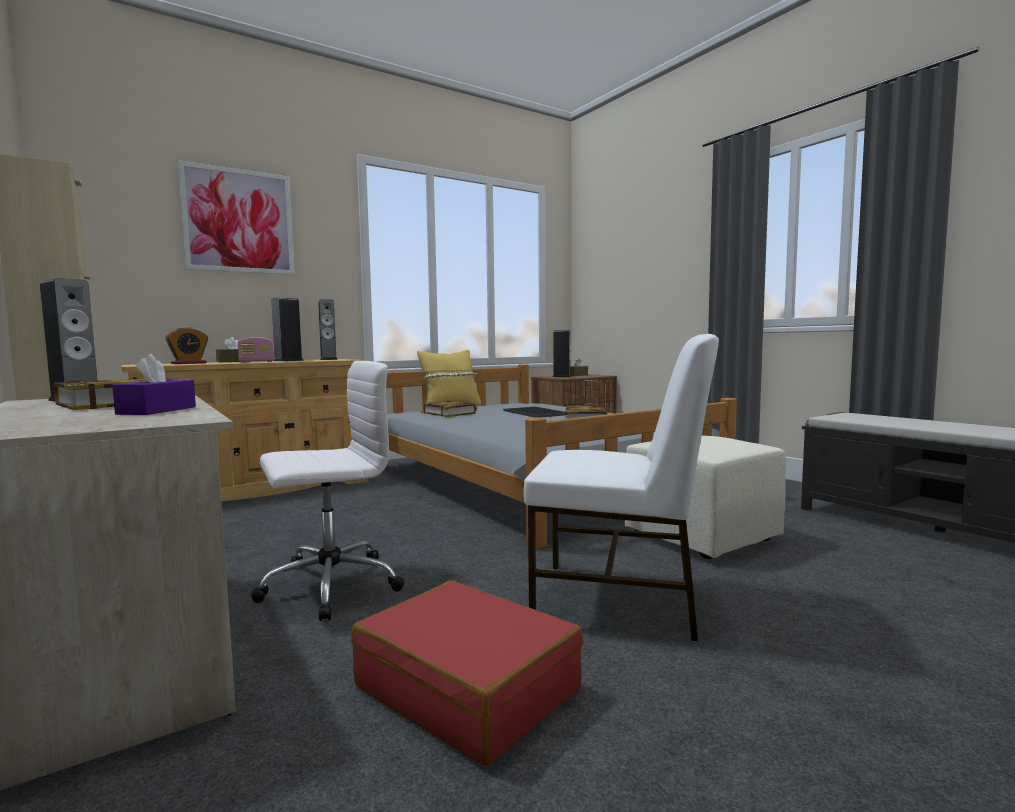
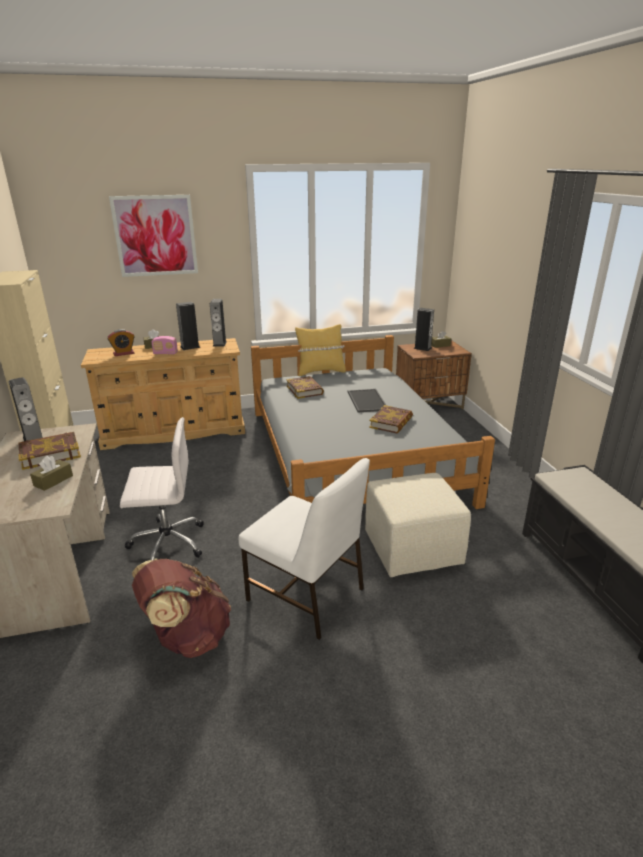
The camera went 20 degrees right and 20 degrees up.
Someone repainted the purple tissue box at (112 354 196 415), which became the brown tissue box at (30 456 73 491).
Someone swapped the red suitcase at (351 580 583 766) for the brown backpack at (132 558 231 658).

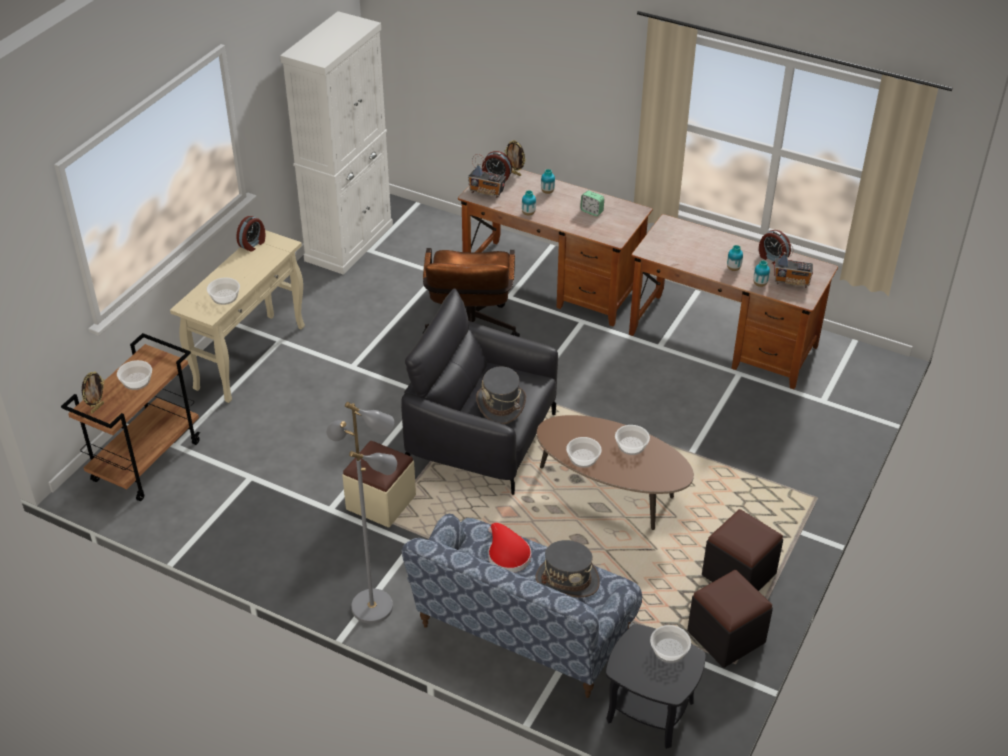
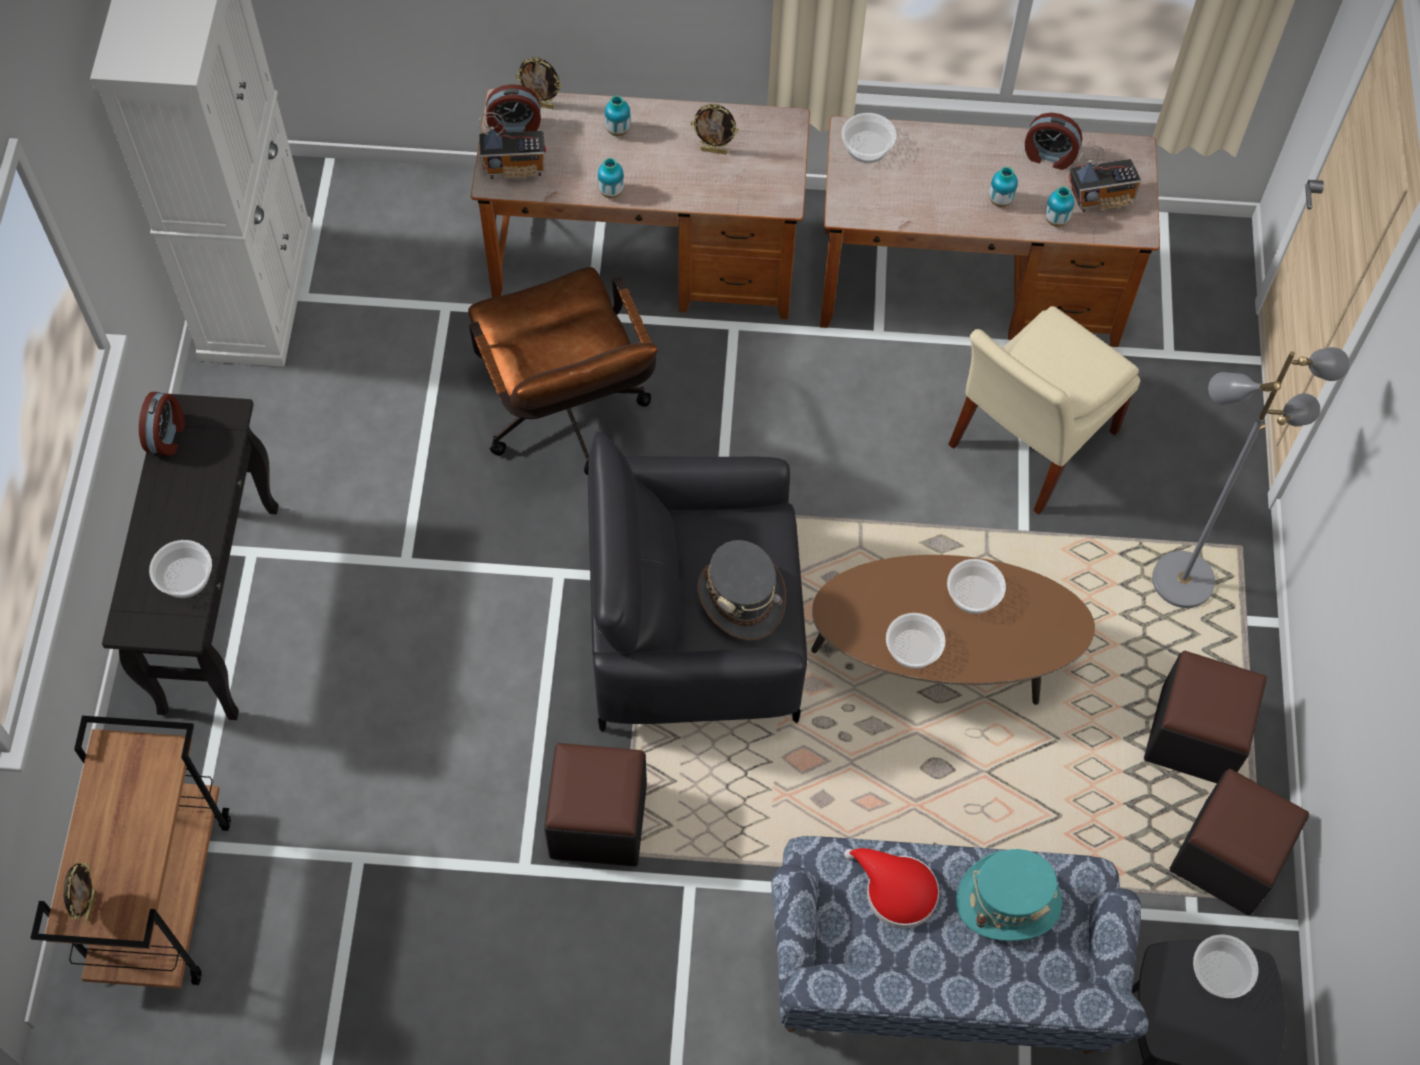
The camera went 25 degrees left and 20 degrees up.
Someone swapped the alarm clock at (580 191 604 216) for the picture frame at (691 104 739 154).
Someone repainted the beige console table at (170 230 305 403), which became the black console table at (102 393 279 720).
Someone carried the bowl from (117 360 152 390) to (842 113 896 163).
Someone carried the grey floor lamp from (326 402 397 624) to (1152 347 1350 608).
Someone repainted the beige ottoman at (342 441 416 527), which became the black ottoman at (544 743 647 866).
Someone repainted the grey hat at (536 540 600 598), which became the turquoise hat at (956 849 1062 941).
Someone put down the beige chair at (948 306 1140 515).

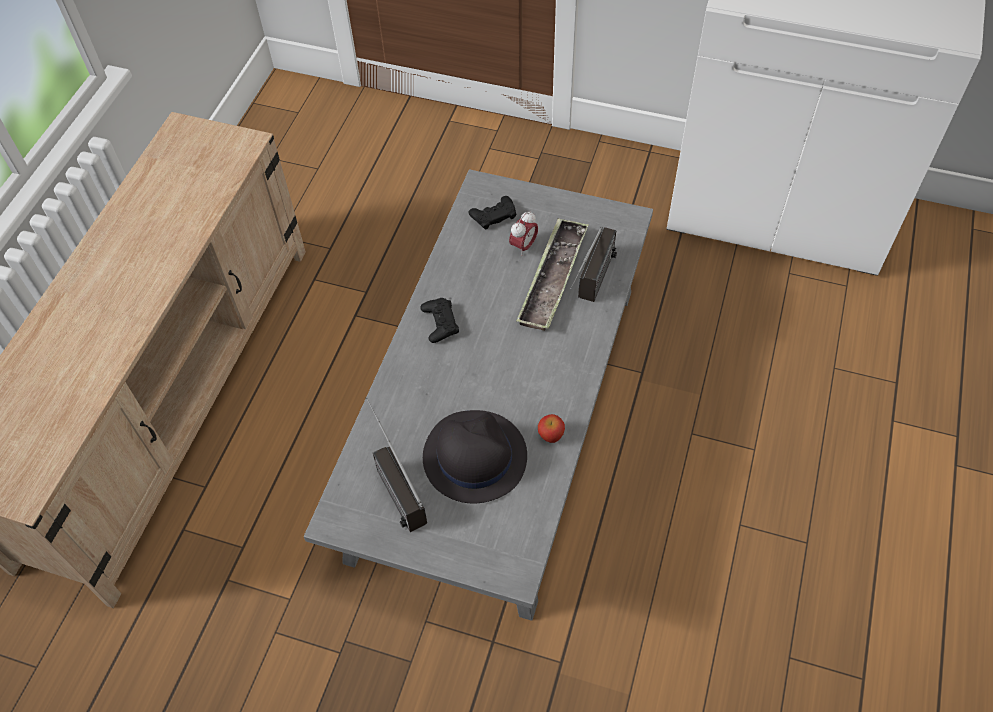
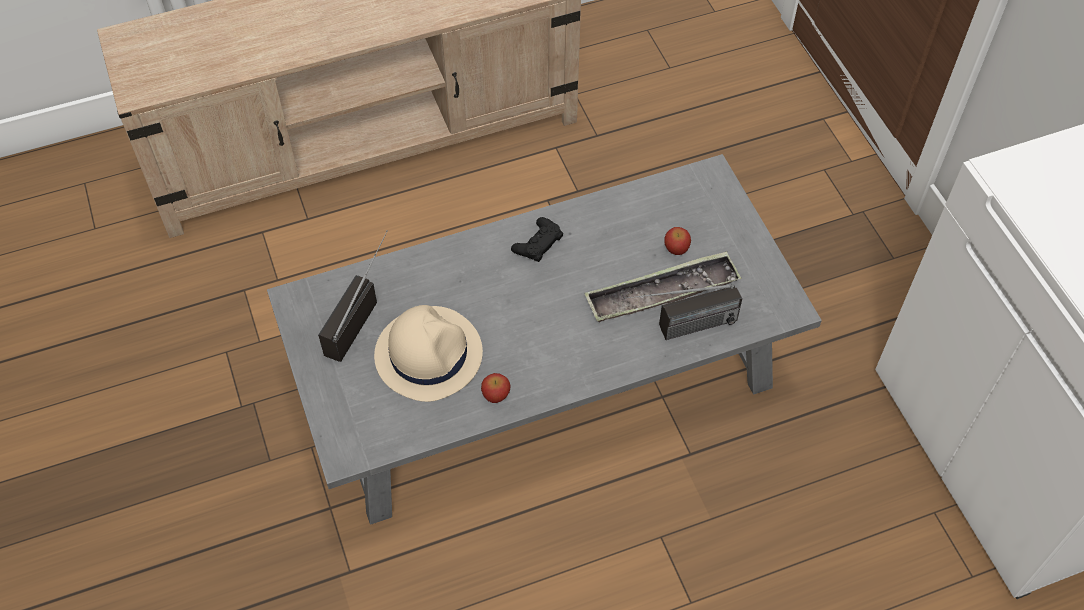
The camera went 50 degrees right and 0 degrees up.
Someone took away the black game controller at (469 196 516 229).
Someone swapped the alarm clock at (509 211 538 256) for the apple at (664 227 691 255).
Someone repainted the black hat at (423 410 527 503), which became the beige hat at (374 305 483 402).

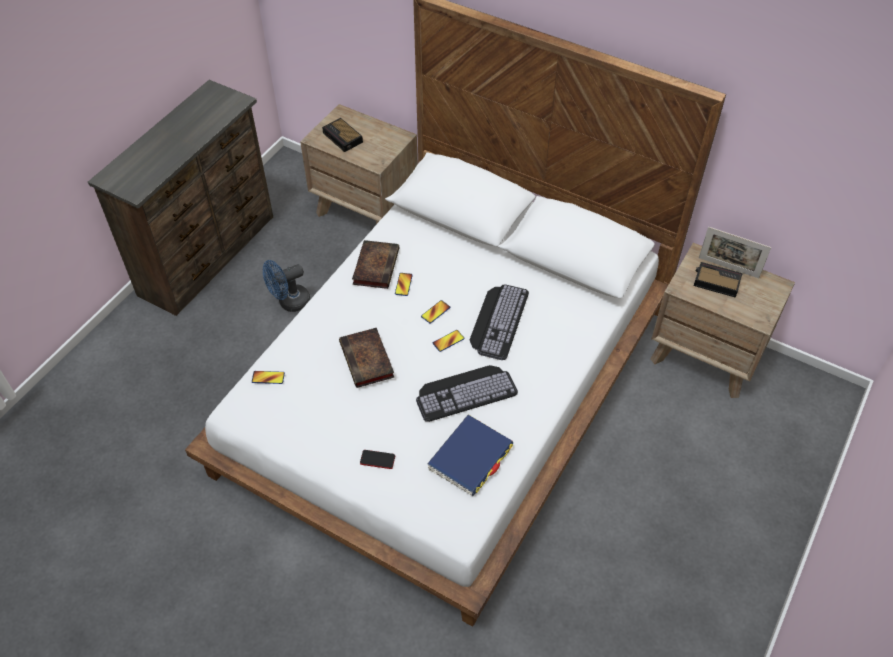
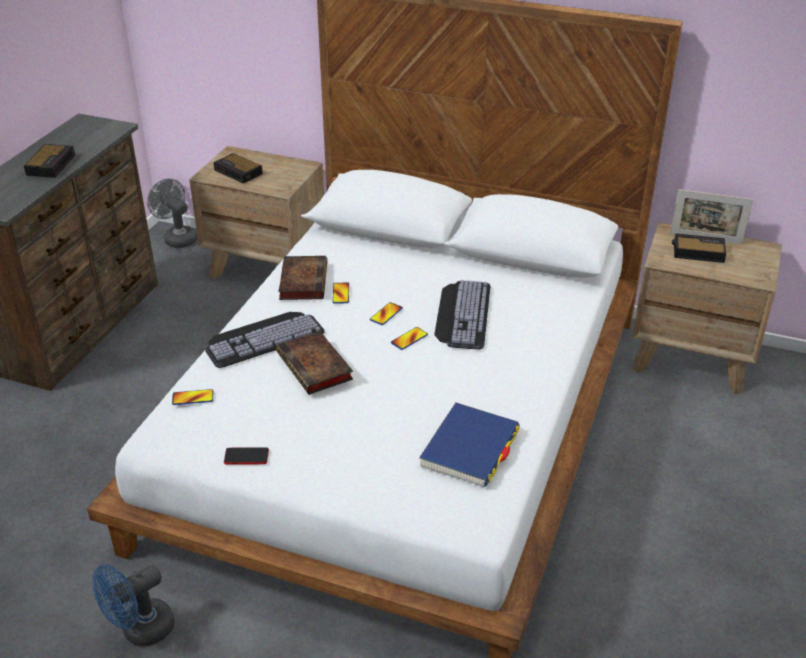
The camera went 10 degrees left and 15 degrees down.
Someone carried the blue fan from (263 260 310 312) to (93 564 175 646).
Someone carried the keyboard from (416 365 518 422) to (205 312 324 368).
Someone carried the phone from (360 450 395 469) to (224 447 269 465).
Someone put down the alarm clock at (24 144 75 178).
Someone put down the grey fan at (147 178 197 248).

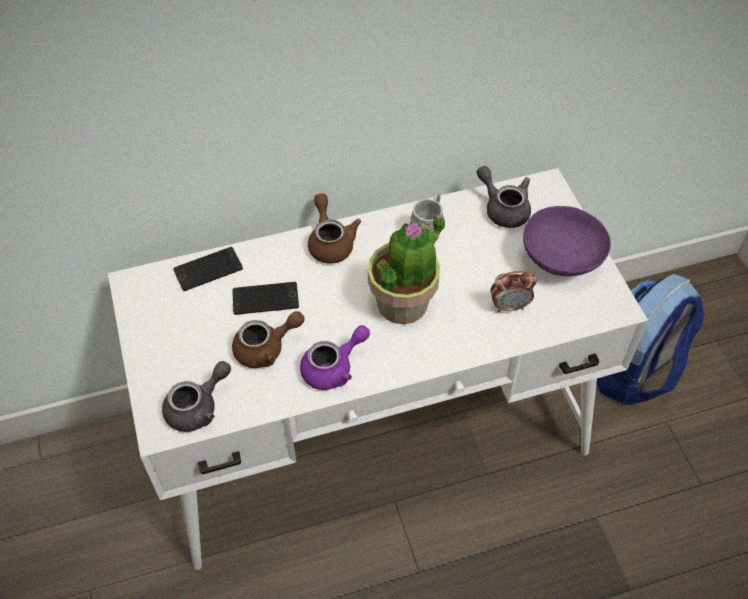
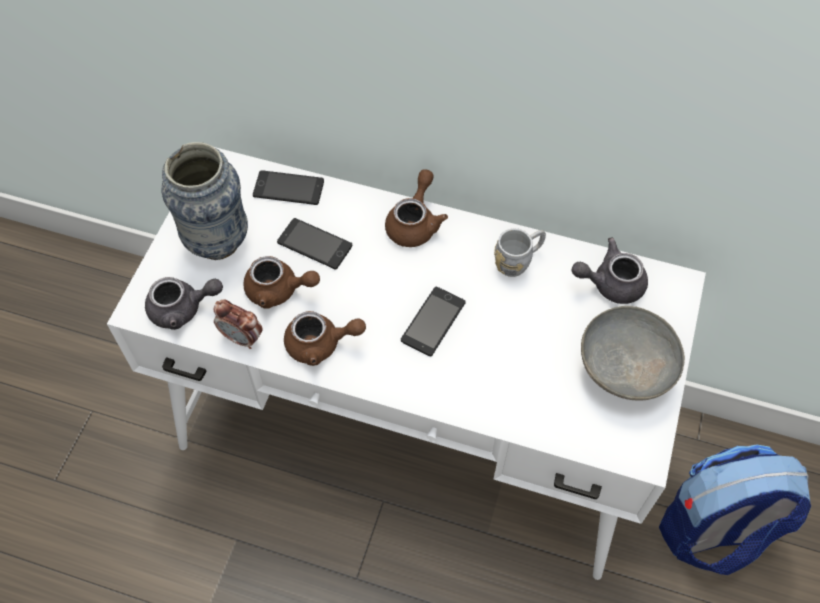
The camera went 35 degrees right and 5 degrees up.
Someone rotated the grey teapot at (477 166 531 228) by 90 degrees counterclockwise.
Someone repainted the purple bowl at (523 206 611 276), which became the grey bowl at (581 306 685 401).
Someone swapped the potted plant at (368 214 445 324) for the phone at (401 287 466 356).
Someone carried the alarm clock from (491 271 536 312) to (213 299 263 349).
Someone repainted the purple teapot at (300 325 370 390), which became the brown teapot at (284 311 366 366).
Someone put down the vase at (161 142 248 260).

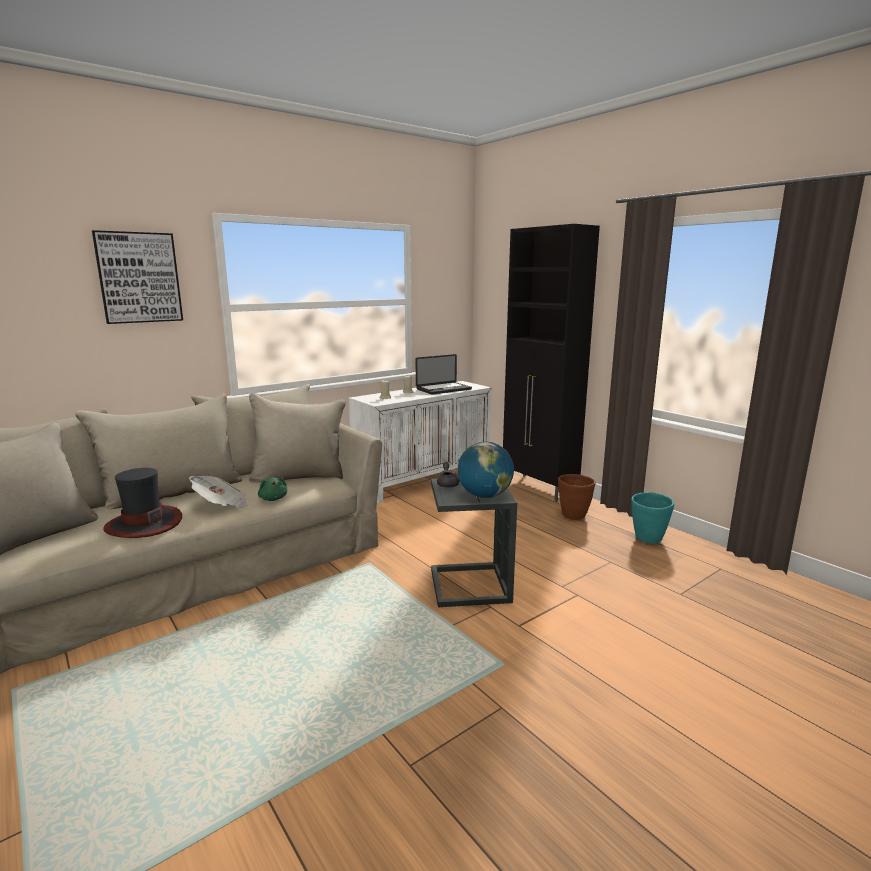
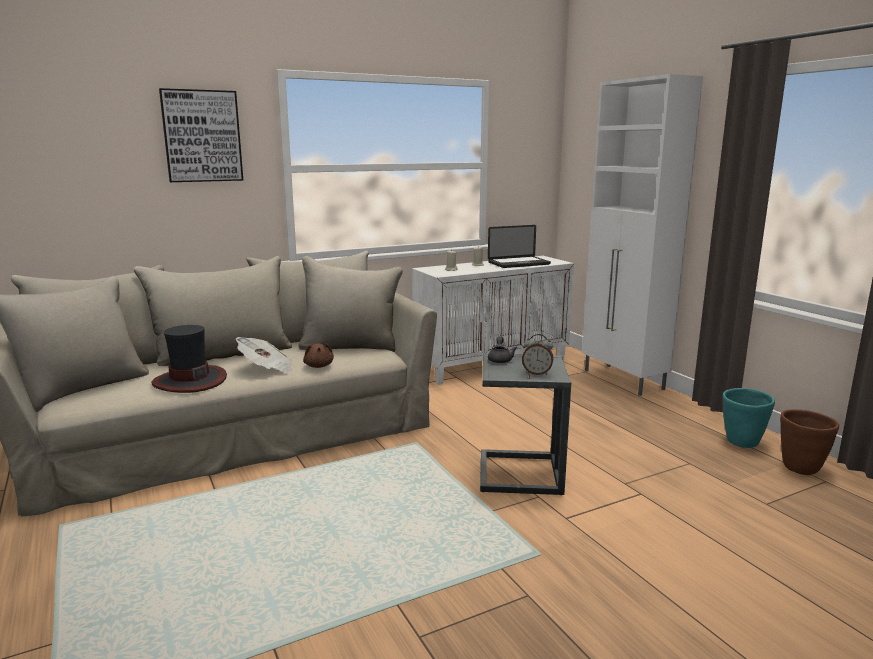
The camera went 10 degrees right and 0 degrees up.
Someone repainted the black cabinet at (503 224 600 502), which became the white cabinet at (582 74 703 396).
Someone swapped the globe at (458 442 514 498) for the alarm clock at (522 334 553 375).
Someone carried the brown planter from (558 474 596 520) to (780 409 839 475).
Someone repainted the green plush toy at (258 477 287 501), which became the brown plush toy at (303 343 334 368).

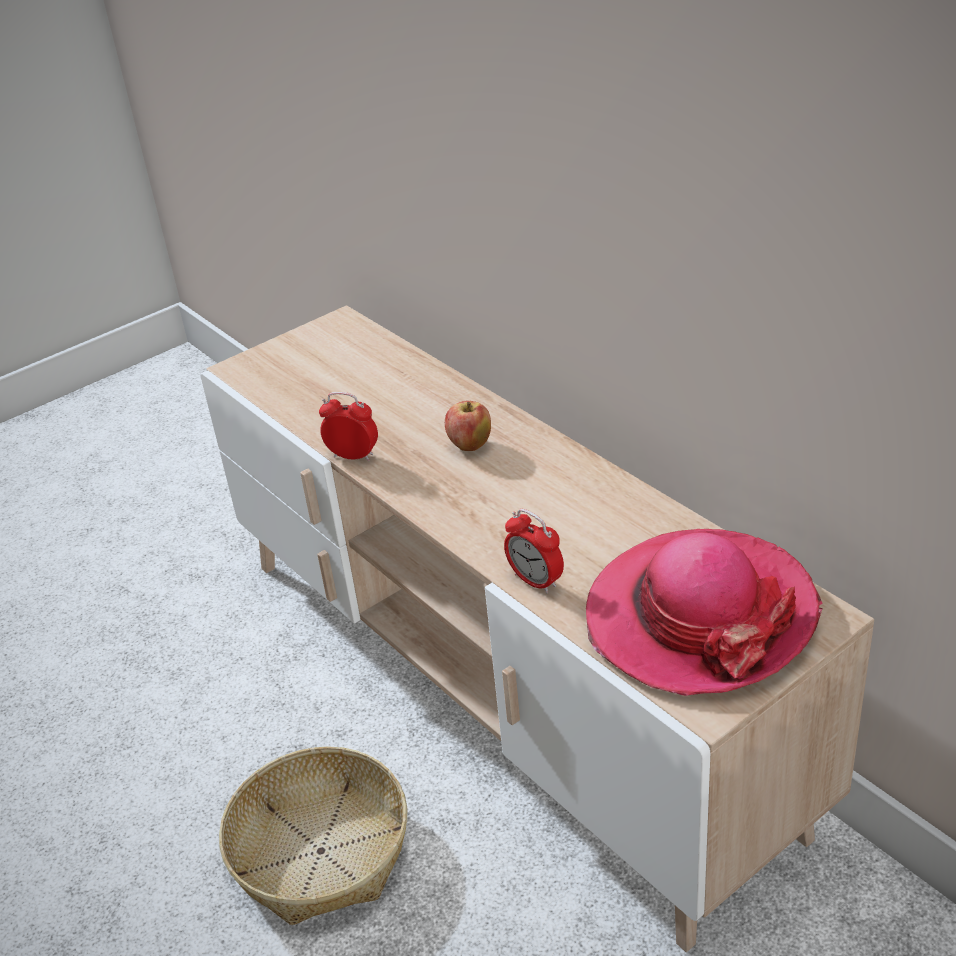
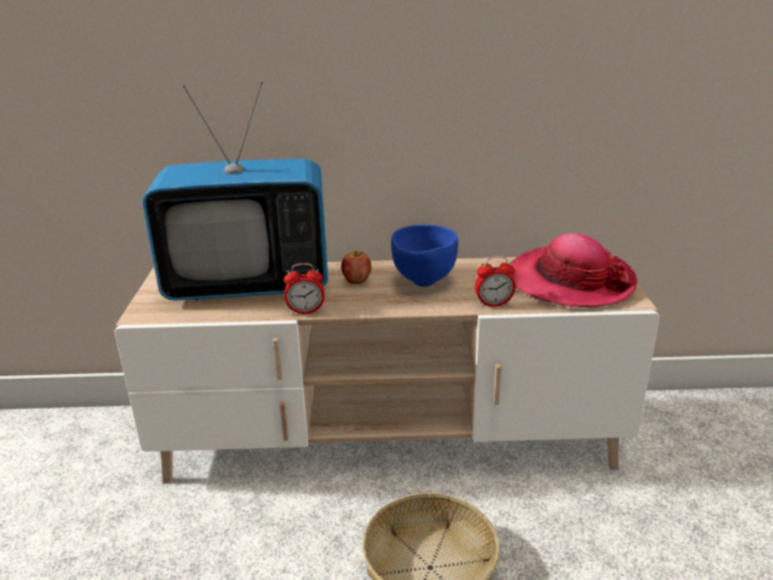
The camera went 55 degrees left and 10 degrees down.
Someone rotated the alarm clock at (319 392 378 461) by 150 degrees counterclockwise.
Someone put down the television at (142 82 328 300).
Someone put down the blue bowl at (391 225 458 287).

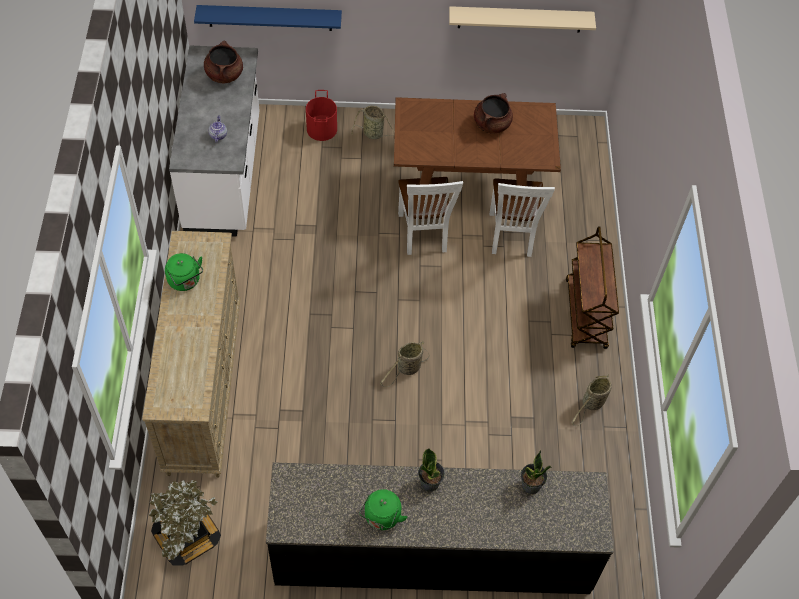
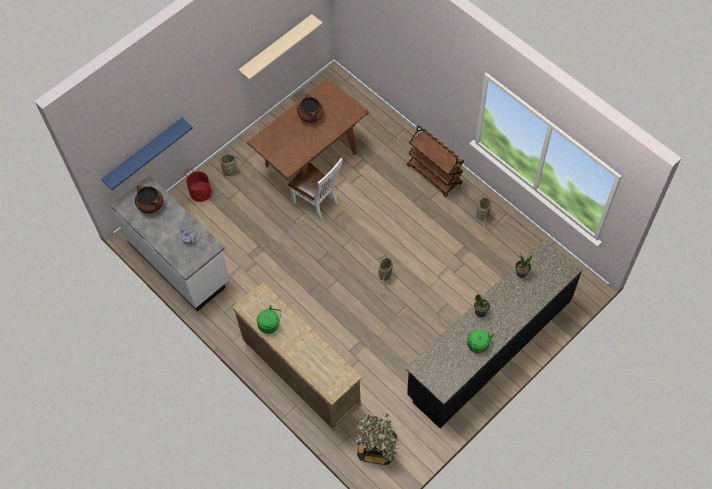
The camera went 40 degrees left and 5 degrees up.
Someone took away the white chair at (490 178 555 257).

